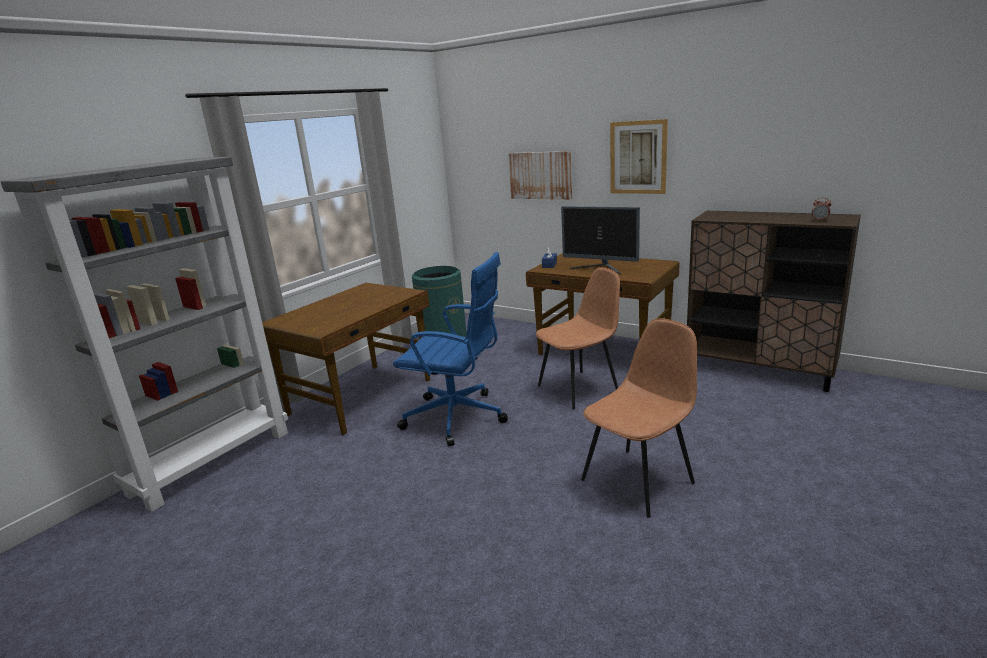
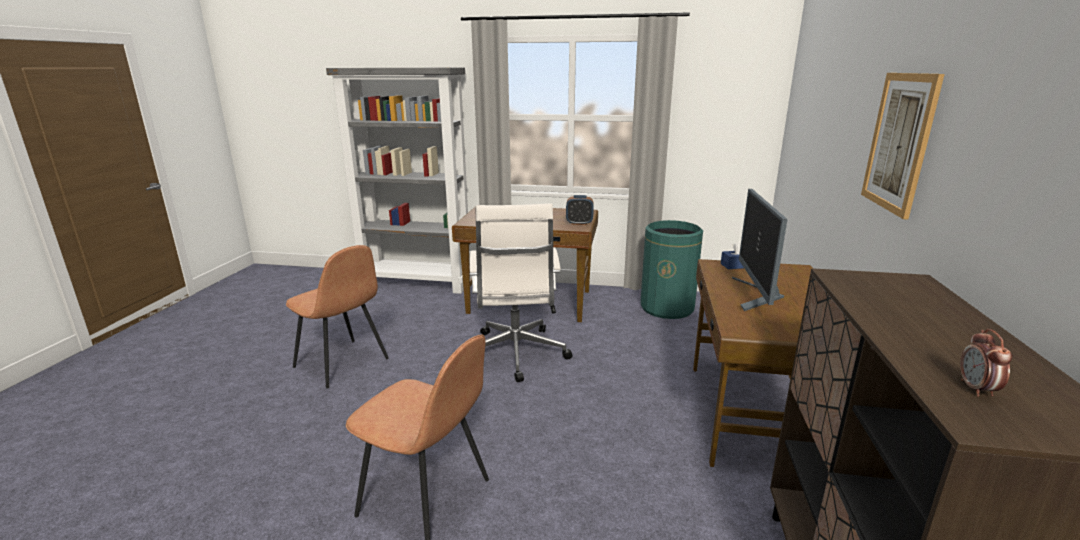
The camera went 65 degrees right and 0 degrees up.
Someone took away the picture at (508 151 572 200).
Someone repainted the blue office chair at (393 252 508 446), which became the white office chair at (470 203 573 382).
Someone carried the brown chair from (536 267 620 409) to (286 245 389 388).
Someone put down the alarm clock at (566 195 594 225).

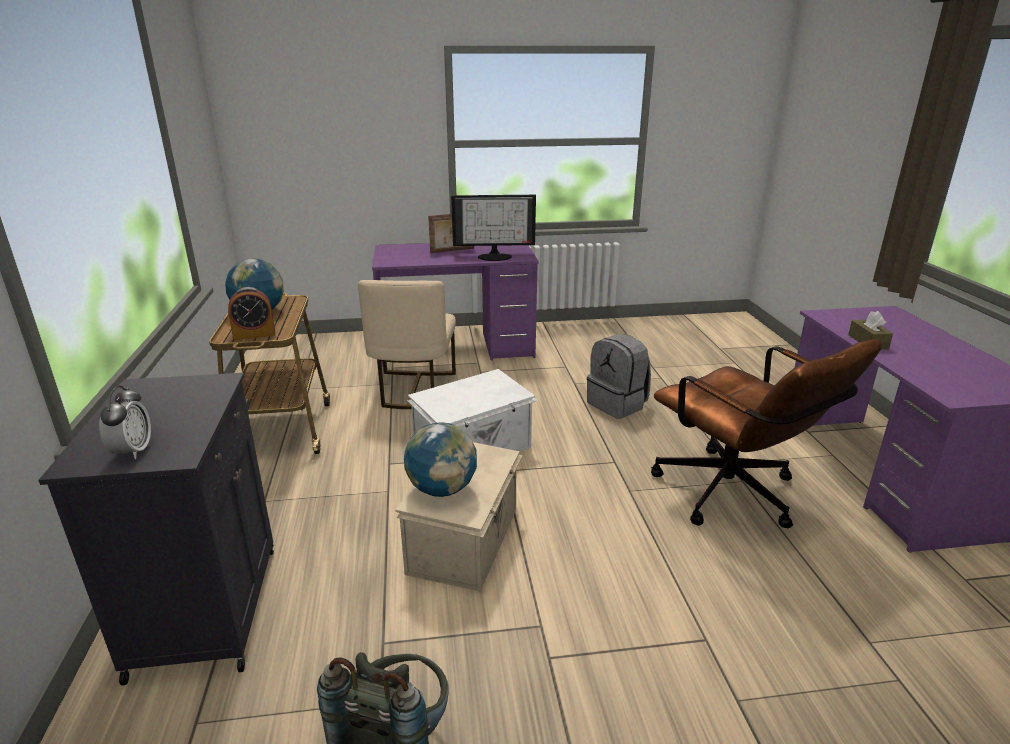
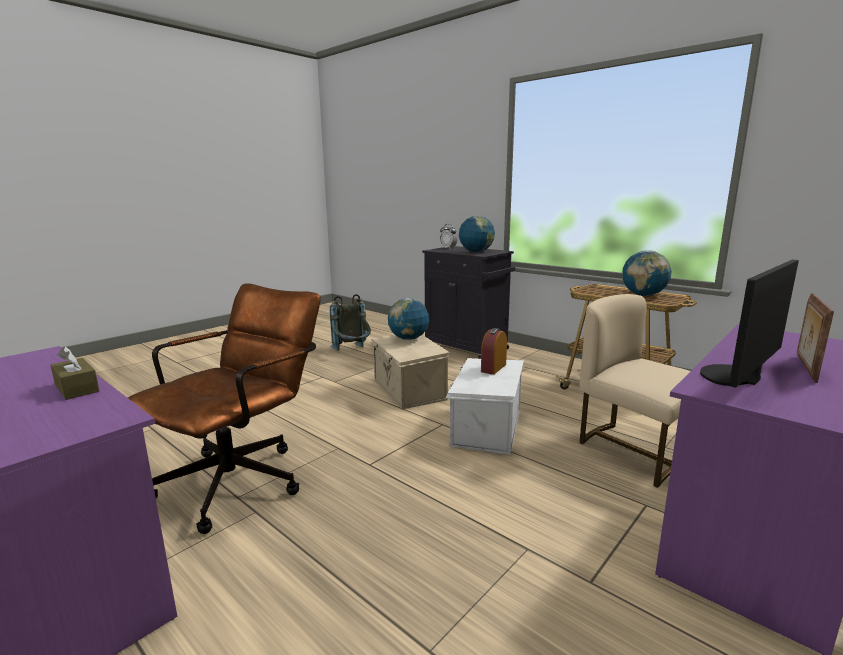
The camera went 140 degrees right and 10 degrees down.
Someone carried the alarm clock from (228 287 275 340) to (481 328 507 375).
Someone took away the grey backpack at (587 334 651 419).
Someone rotated the brown office chair at (651 339 882 528) by 105 degrees clockwise.
Someone put down the globe at (459 216 495 252).

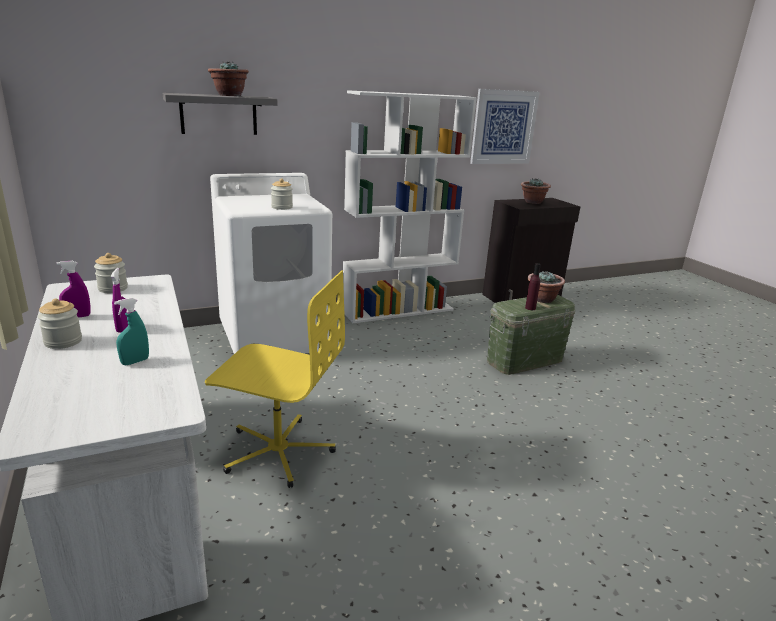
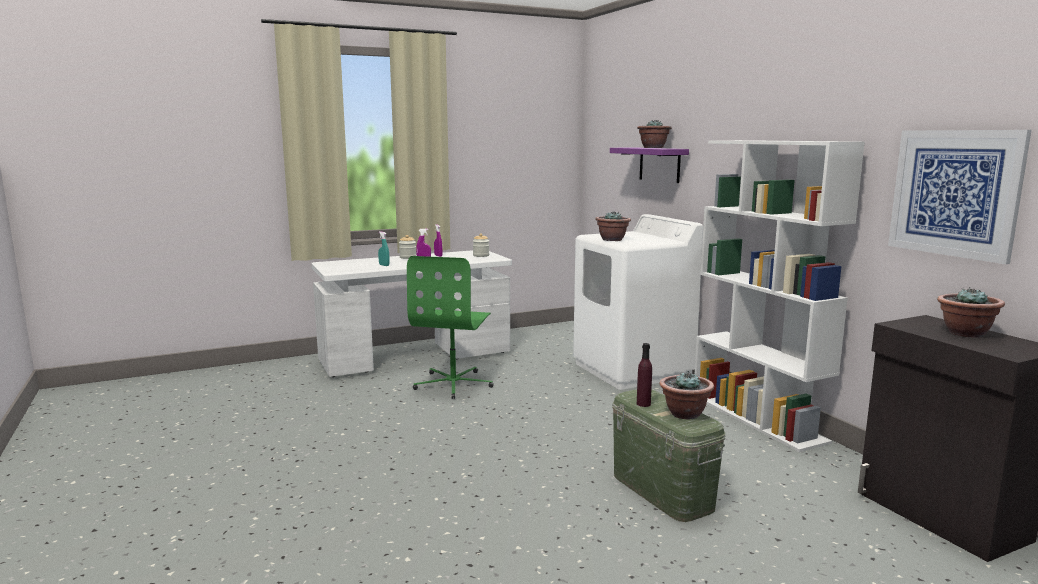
The camera went 90 degrees right and 10 degrees down.
Someone repainted the grey shelf at (163 93 277 135), which became the purple shelf at (610 147 689 183).
Someone swapped the jar at (271 178 293 210) for the potted plant at (595 211 631 241).
Someone repainted the yellow office chair at (205 270 345 488), which became the green office chair at (407 256 494 399).

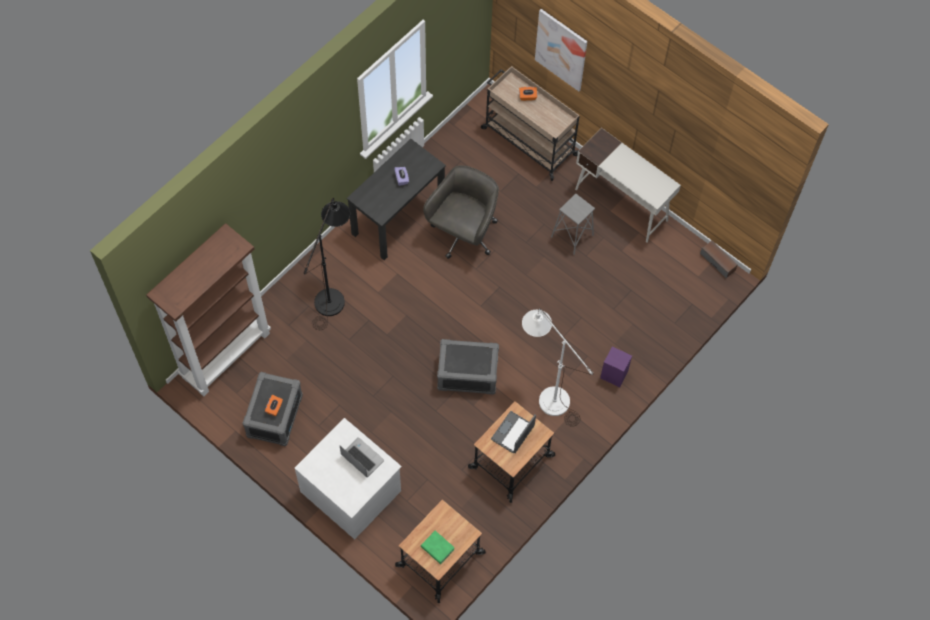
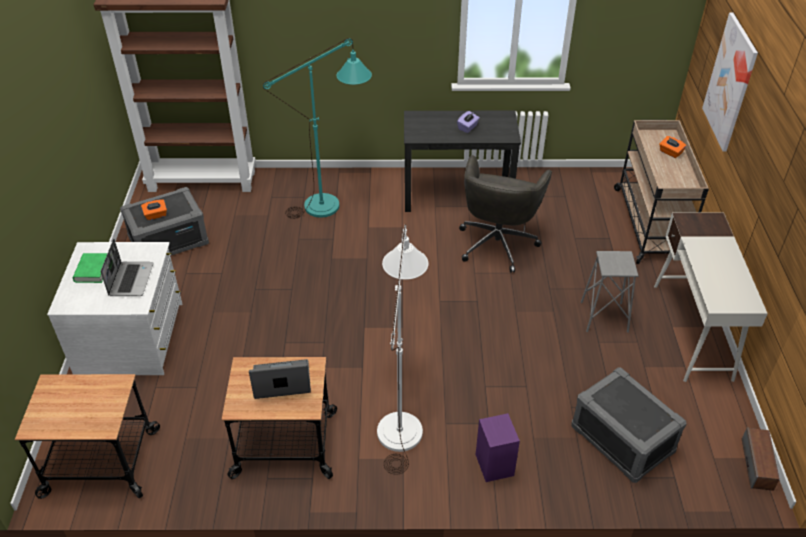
The camera went 50 degrees right and 20 degrees down.
Someone rotated the grey office chair at (423 166 499 259) by 120 degrees clockwise.
Someone repainted the black floor lamp at (304 198 350 330), which became the turquoise floor lamp at (263 38 372 219).
Someone carried the grey storage box from (437 339 499 395) to (571 368 687 483).
Someone carried the green book from (421 531 455 564) to (73 253 108 283).

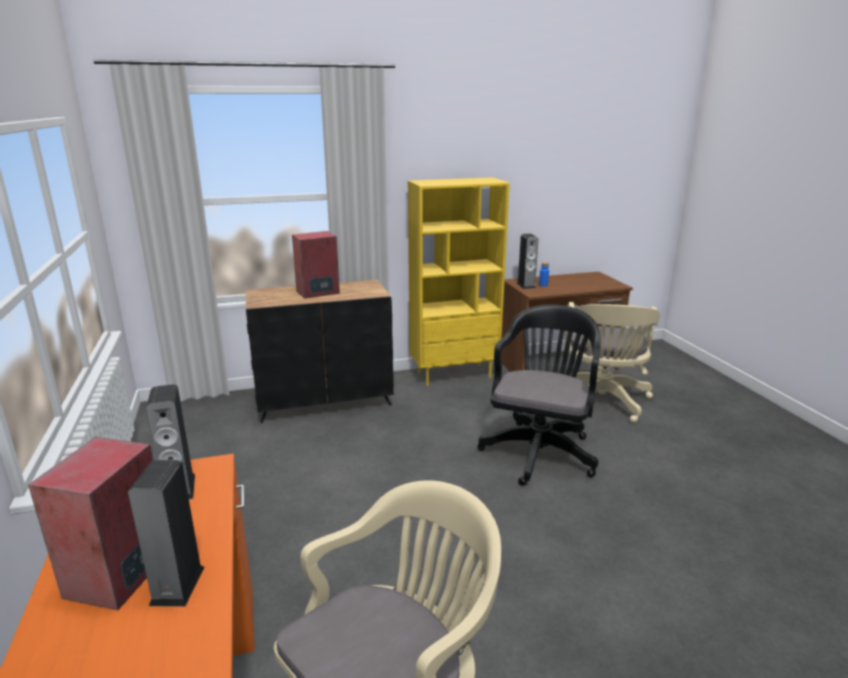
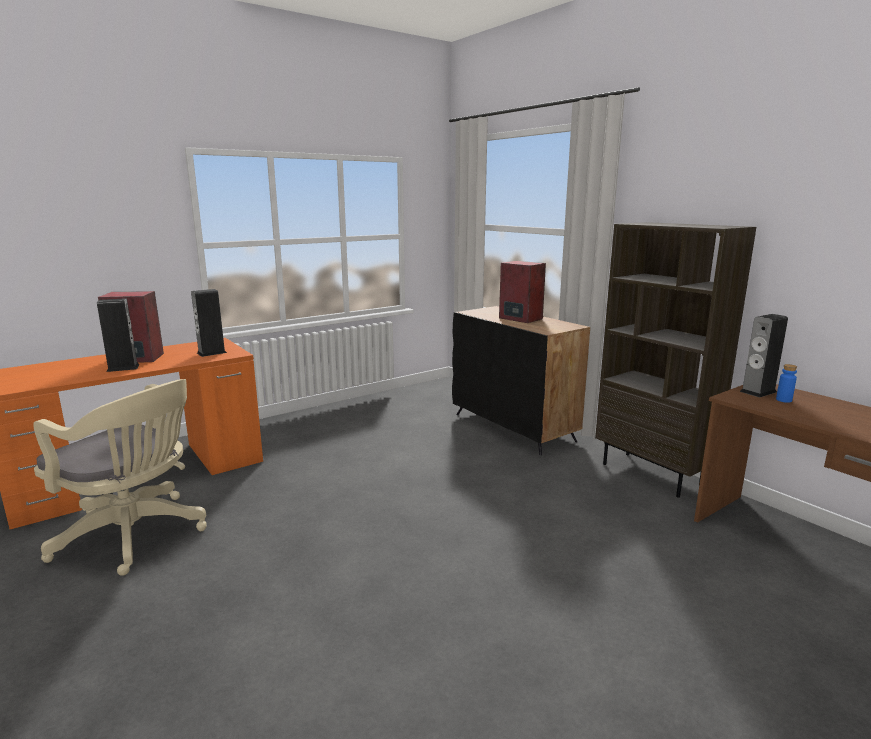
The camera went 70 degrees right and 5 degrees down.
Someone repainted the yellow bookcase at (408 177 510 386), which became the brown bookcase at (595 222 756 498).
Someone took away the beige office chair at (565 302 660 423).
Someone took away the black office chair at (477 304 601 486).

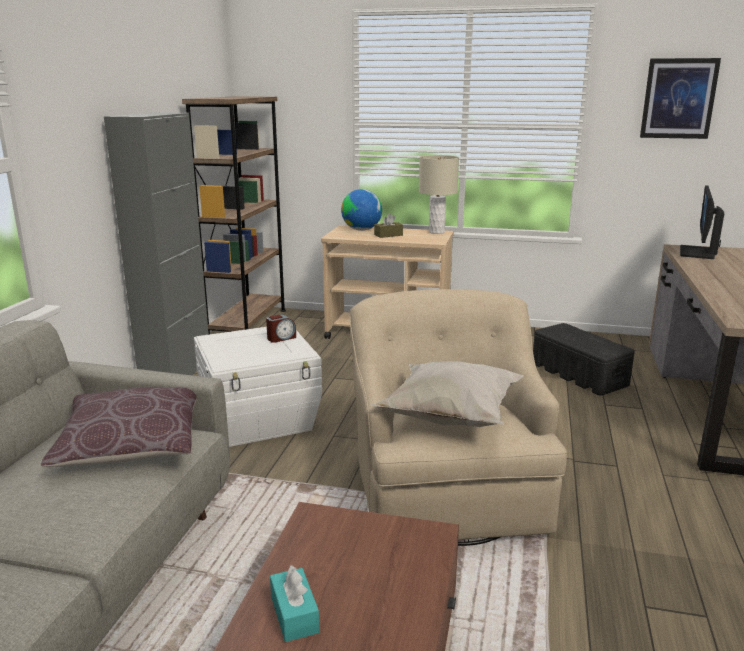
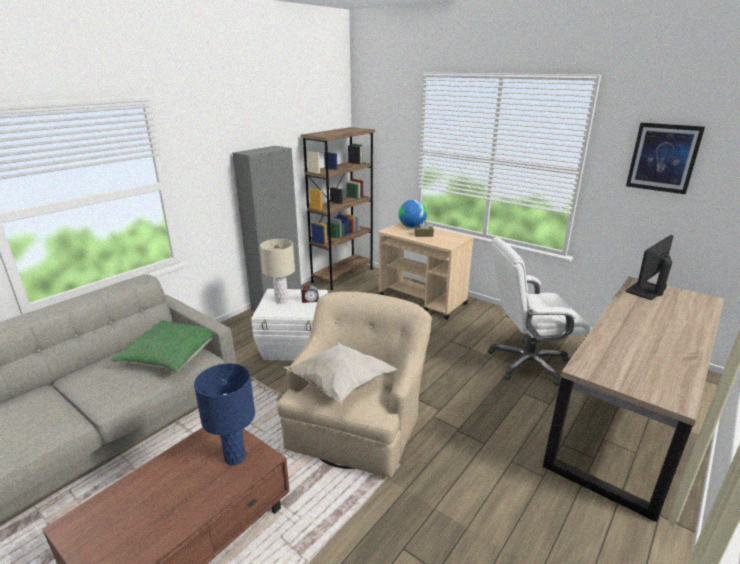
The camera went 25 degrees right and 5 degrees up.
Someone carried the beige table lamp from (419 155 459 234) to (260 239 295 303).
Someone swapped the black storage box at (533 323 635 396) for the white office chair at (488 237 591 386).
Someone repainted the brown pillow at (41 387 197 467), which became the green pillow at (111 320 213 372).
Someone took away the turquoise tissue box at (270 565 320 642).
Someone put down the blue table lamp at (194 363 255 465).

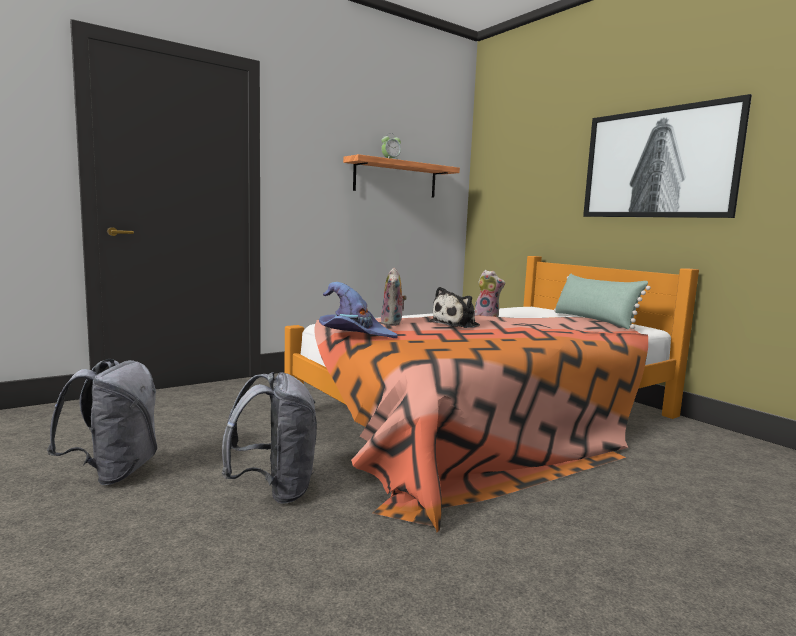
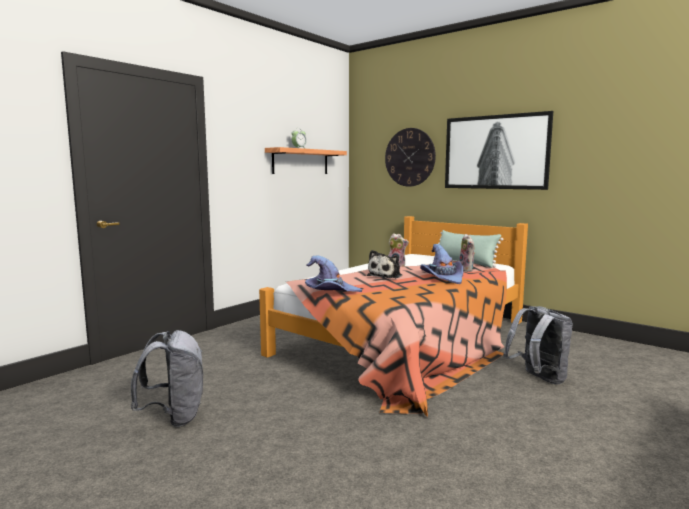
The camera went 15 degrees left and 0 degrees up.
Someone carried the plush toy from (380 268 407 326) to (458 234 475 272).
Someone carried the grey backpack from (222 372 317 504) to (503 306 573 384).
Someone put up the wall clock at (385 128 436 187).
Someone put down the purple hat at (420 244 463 284).

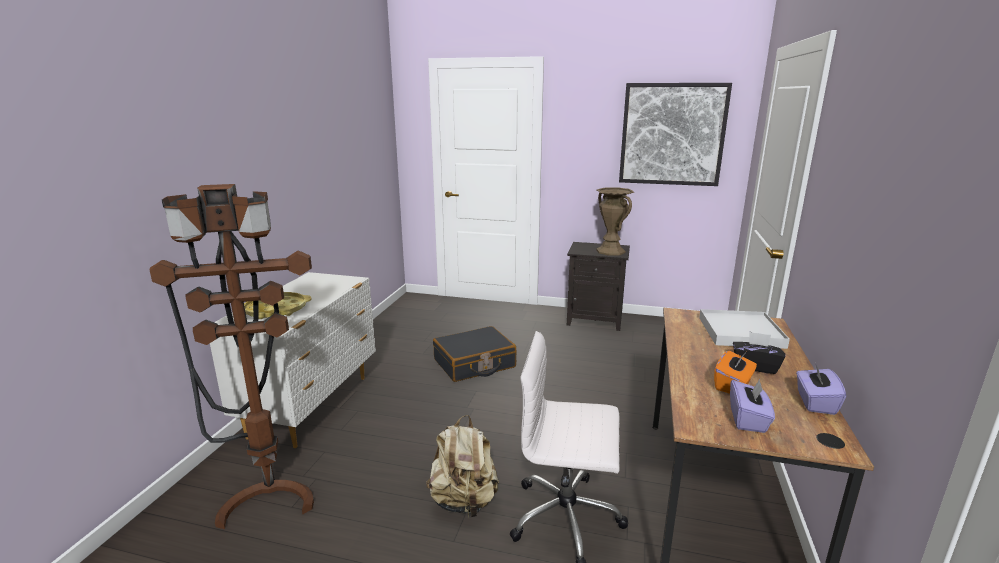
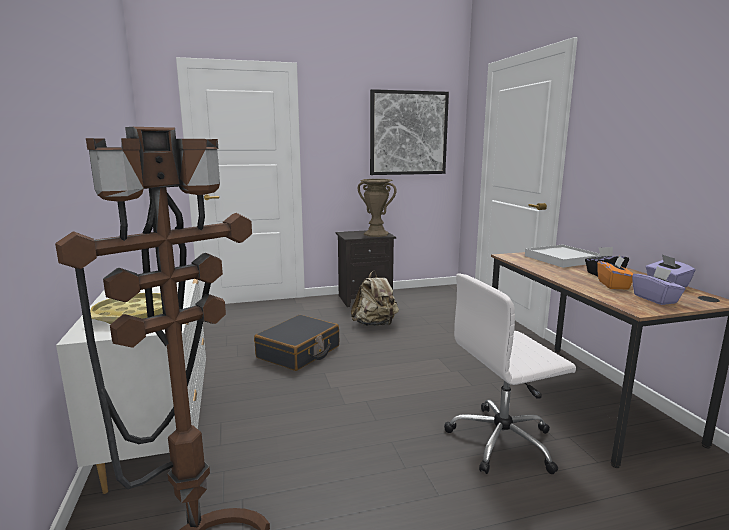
The camera went 30 degrees left and 5 degrees down.
Someone carried the beige backpack from (426 415 499 517) to (351 271 399 326).

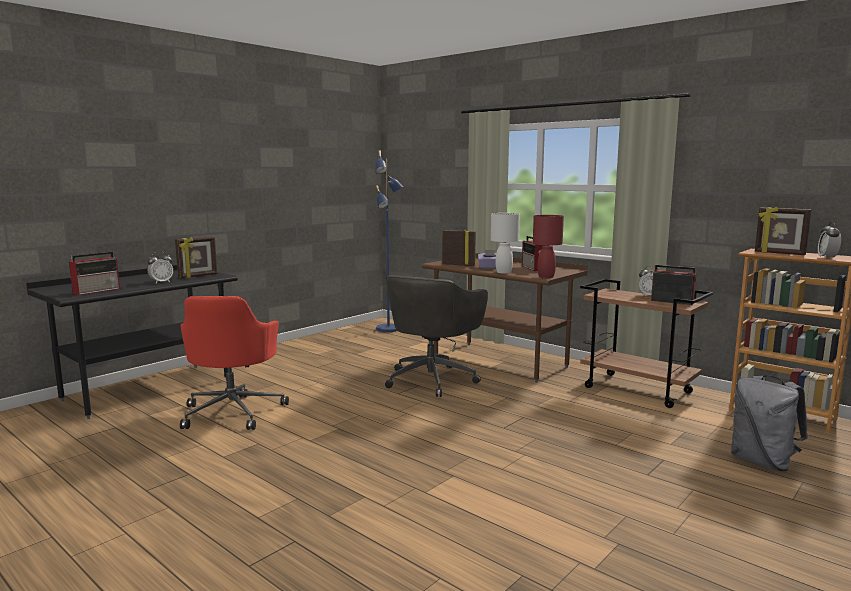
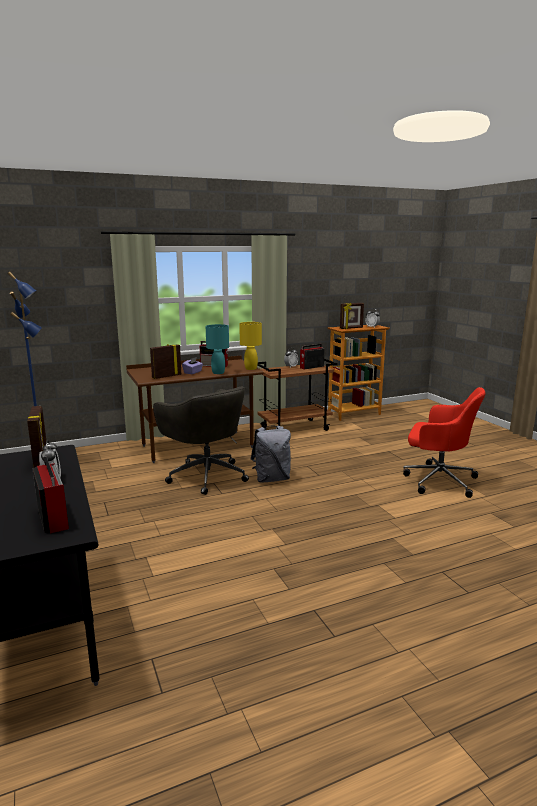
The camera went 65 degrees left and 5 degrees up.
Someone repainted the white table lamp at (491 213 520 273), which became the turquoise table lamp at (206 324 229 374).
Someone repainted the red table lamp at (533 215 564 278), which became the yellow table lamp at (239 322 262 370).
Someone carried the red office chair from (180 296 289 430) to (403 387 485 498).
Someone carried the grey backpack from (731 375 808 471) to (251 425 291 482).

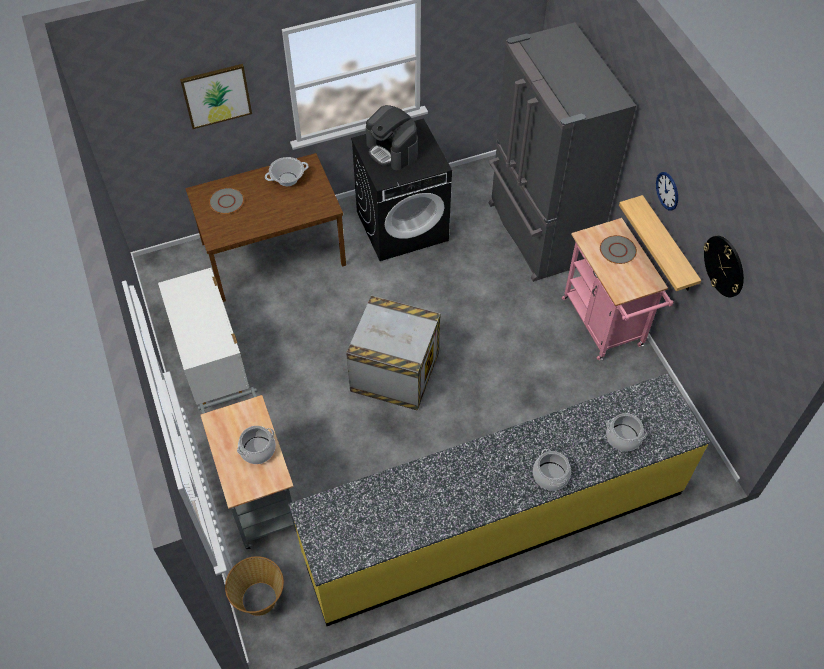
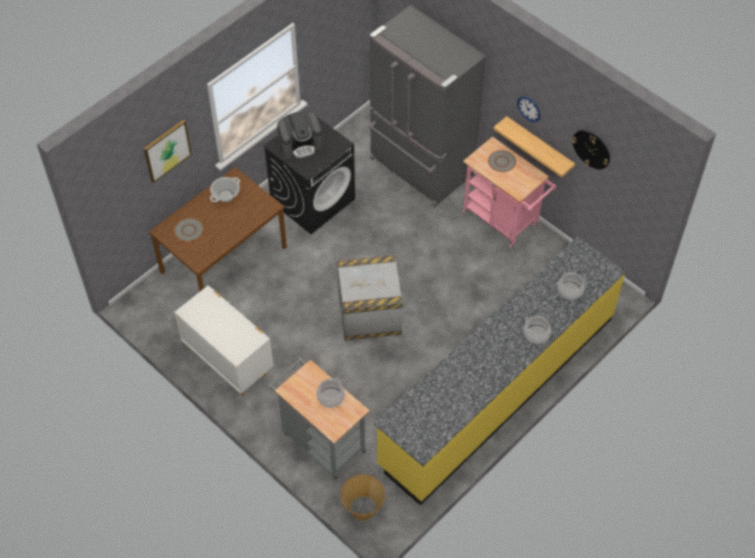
The camera went 25 degrees left and 0 degrees up.
Someone rotated the coffee machine at (366 105 418 170) by 45 degrees counterclockwise.

